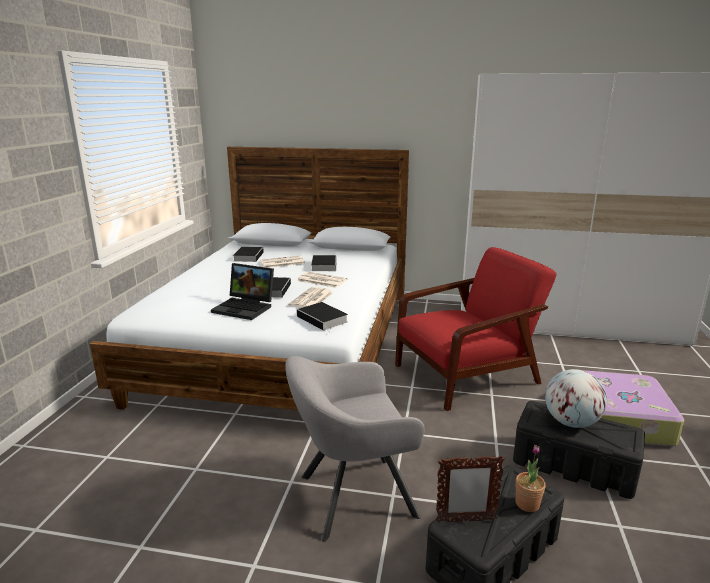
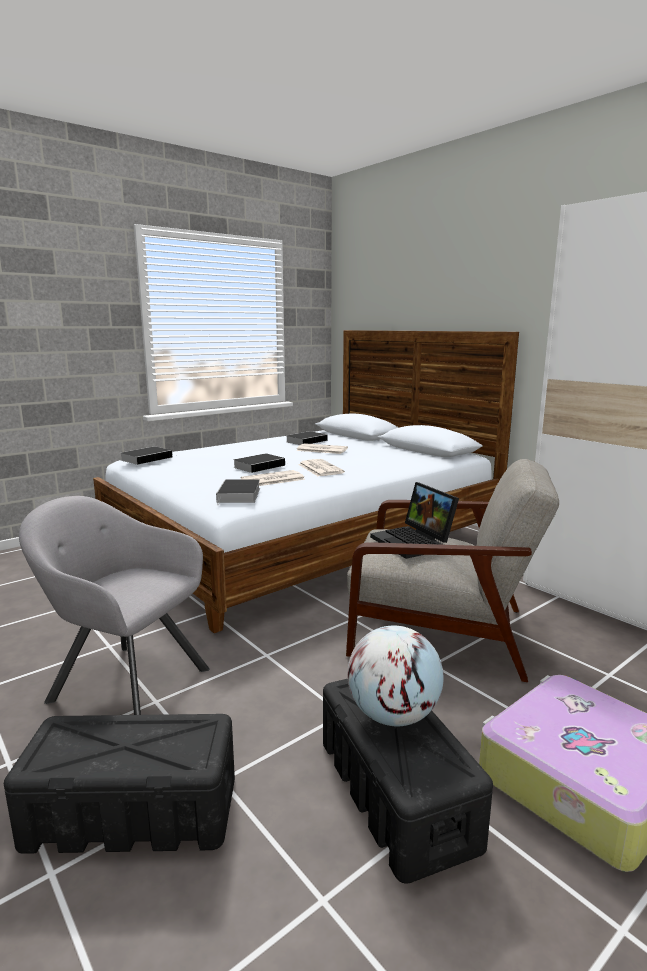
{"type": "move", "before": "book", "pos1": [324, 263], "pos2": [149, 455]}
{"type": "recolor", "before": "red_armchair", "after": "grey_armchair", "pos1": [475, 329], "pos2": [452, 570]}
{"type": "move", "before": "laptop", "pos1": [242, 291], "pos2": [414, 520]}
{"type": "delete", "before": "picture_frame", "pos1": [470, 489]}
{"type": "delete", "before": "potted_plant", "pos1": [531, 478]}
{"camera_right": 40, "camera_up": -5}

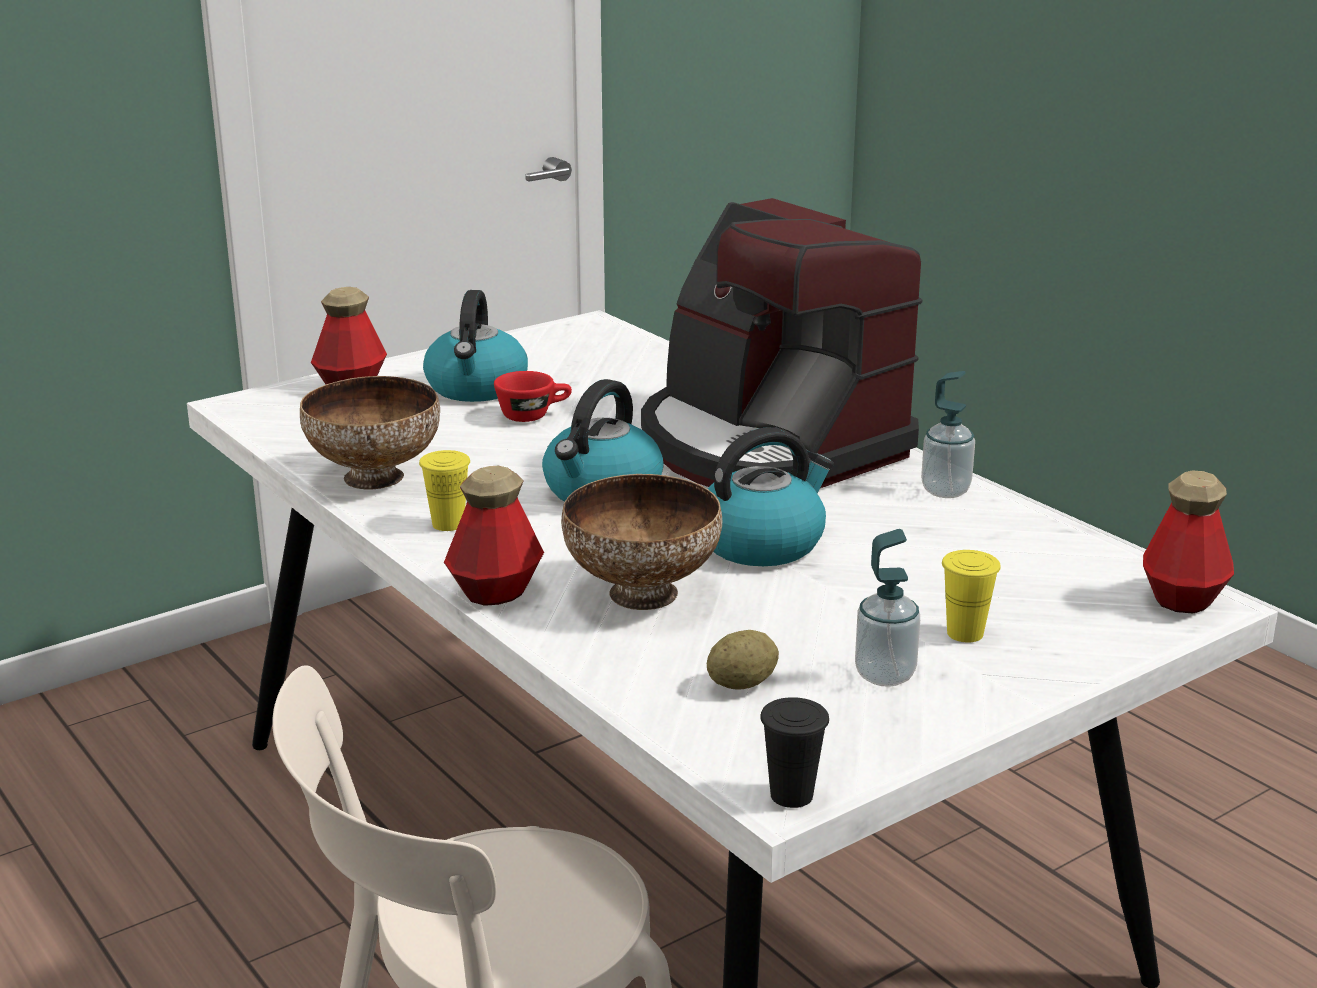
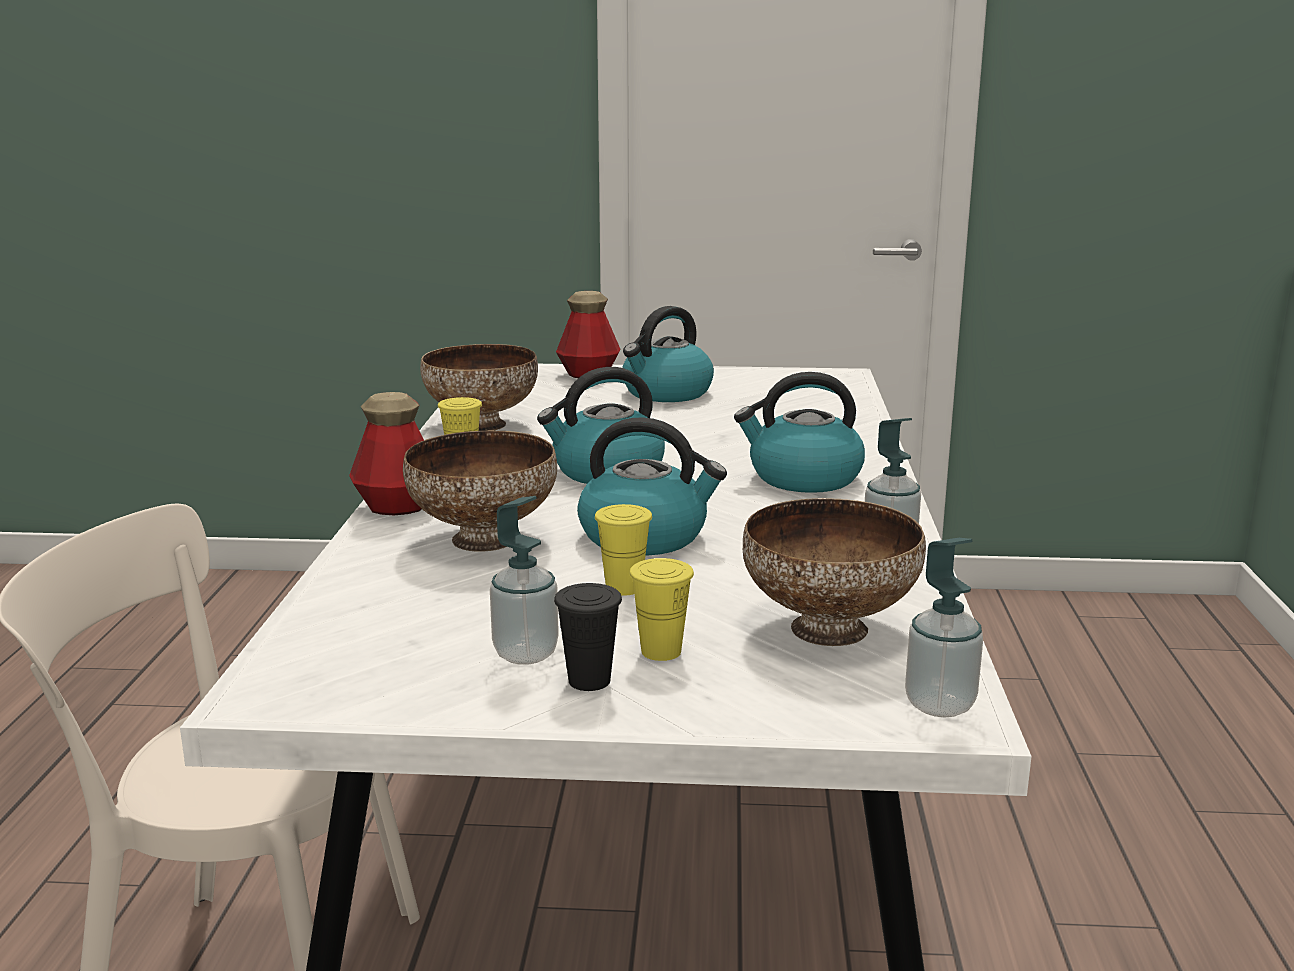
{"type": "move", "before": "black_cup", "pos1": [794, 752], "pos2": [588, 637]}
{"type": "insert", "after": "yellow_cup", "pos2": [623, 550]}
{"type": "replace", "before": "coffee_machine", "after": "kettle", "pos1": [781, 343], "pos2": [799, 432]}
{"type": "insert", "after": "bowl", "pos2": [834, 572]}
{"type": "replace", "before": "bottle", "after": "soap_dispenser", "pos1": [1188, 541], "pos2": [944, 628]}
{"type": "delete", "before": "red_cup", "pos1": [533, 396]}
{"type": "delete", "before": "potato", "pos1": [743, 660]}
{"camera_right": 40, "camera_up": -5}

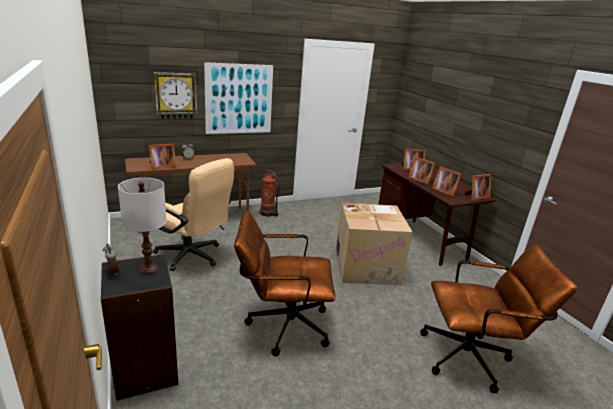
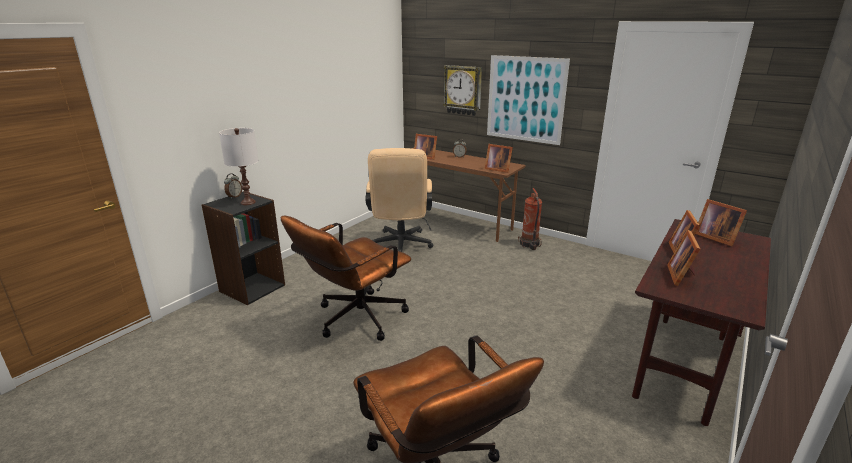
{"type": "rotate", "before": "brown_office_chair", "pos1": [284, 283], "pos2": [346, 278], "turn": -105}
{"type": "move", "before": "picture_frame", "pos1": [477, 187], "pos2": [499, 158]}
{"type": "delete", "before": "cardboard_box", "pos1": [374, 244]}
{"camera_right": 60, "camera_up": 0}

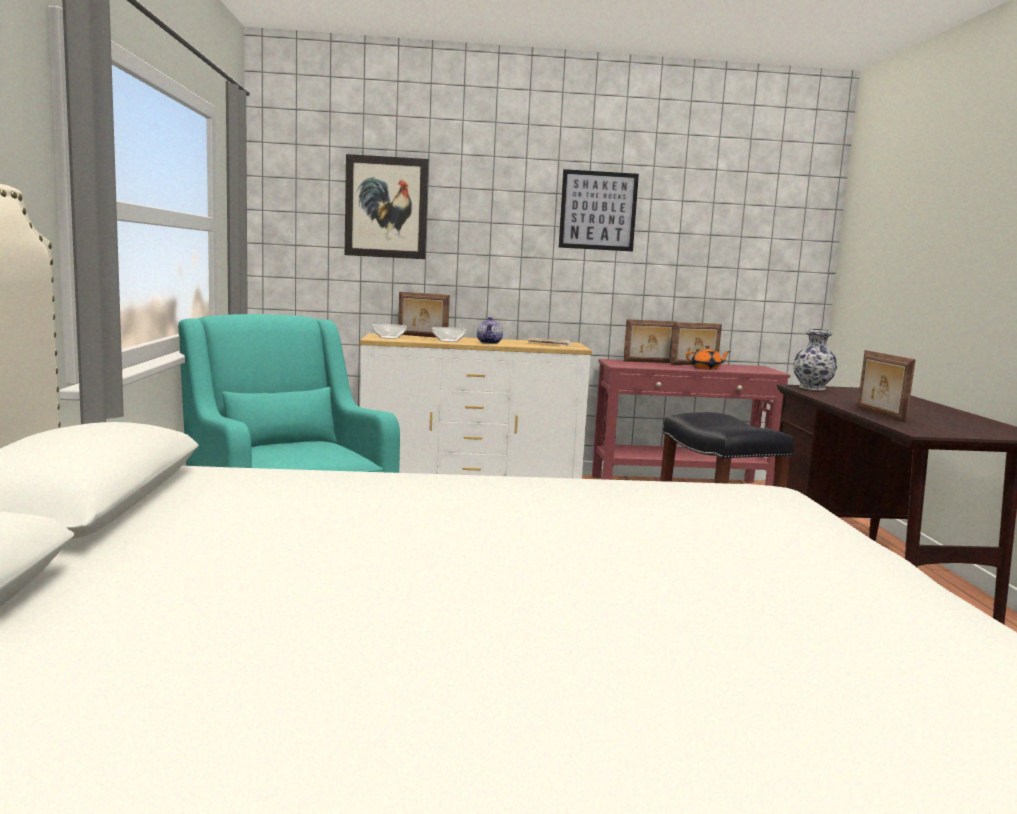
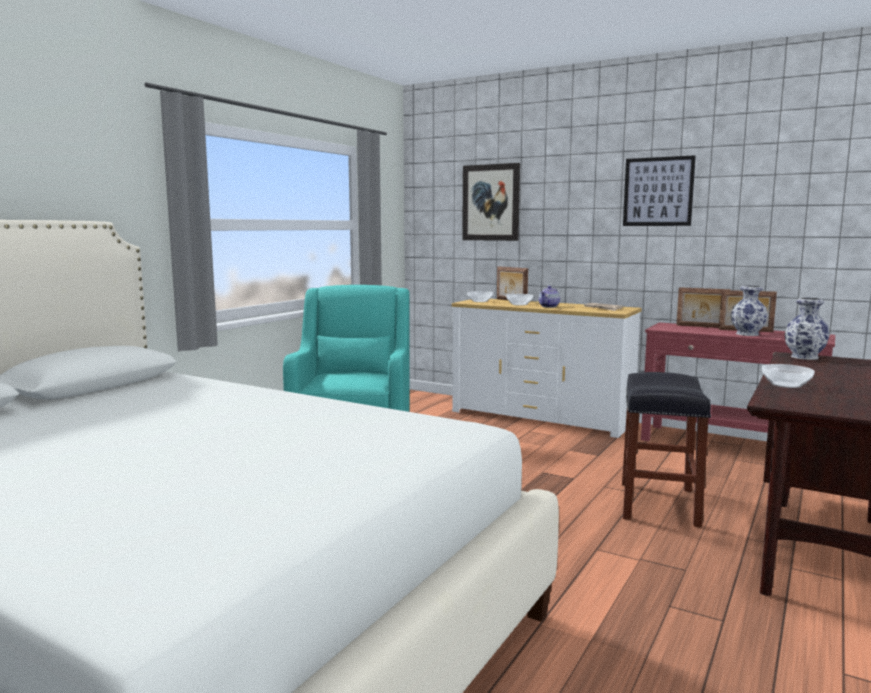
{"type": "replace", "before": "orange_teapot", "after": "vase", "pos1": [708, 357], "pos2": [749, 310]}
{"type": "replace", "before": "picture_frame", "after": "bowl", "pos1": [886, 386], "pos2": [788, 376]}
{"camera_right": 35, "camera_up": 0}

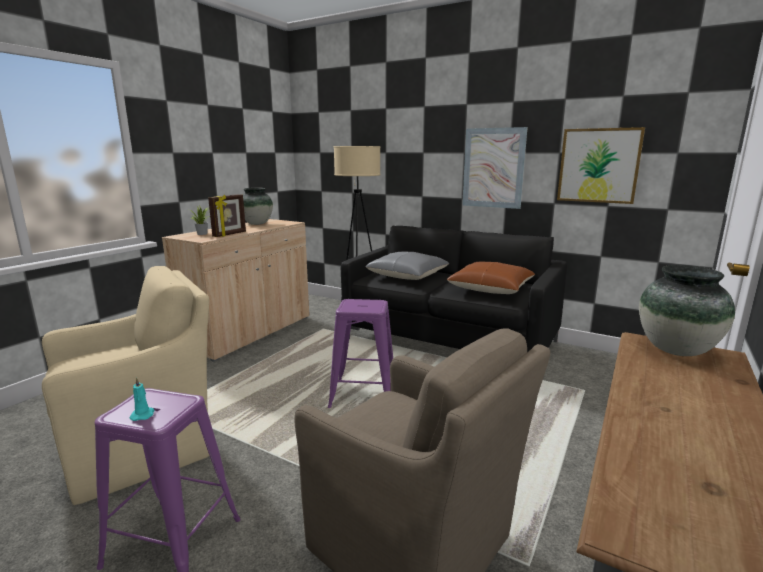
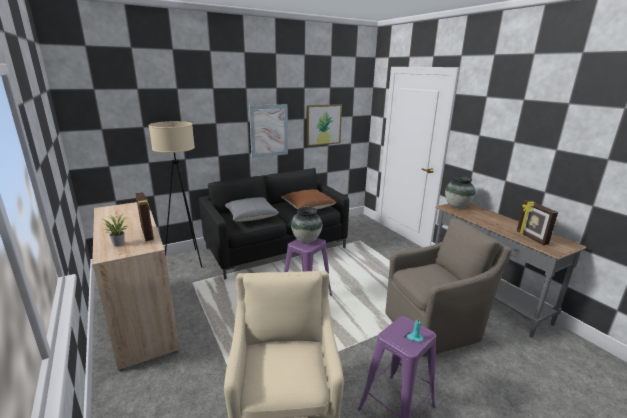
{"type": "move", "before": "vase", "pos1": [258, 206], "pos2": [306, 225]}
{"type": "insert", "after": "picture_frame", "pos2": [537, 222]}
{"camera_right": -60, "camera_up": 5}

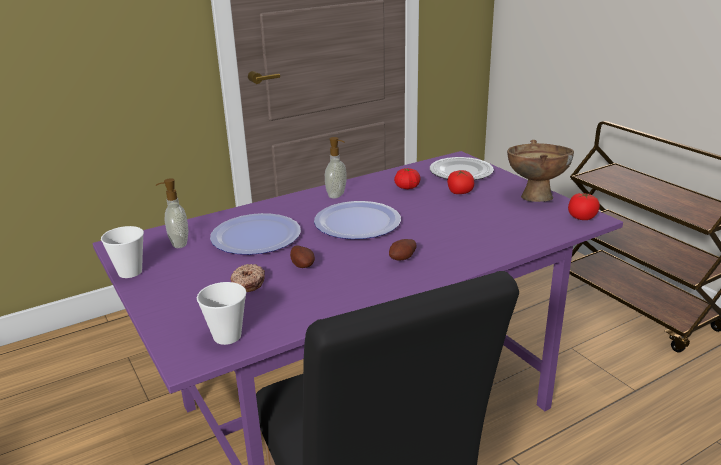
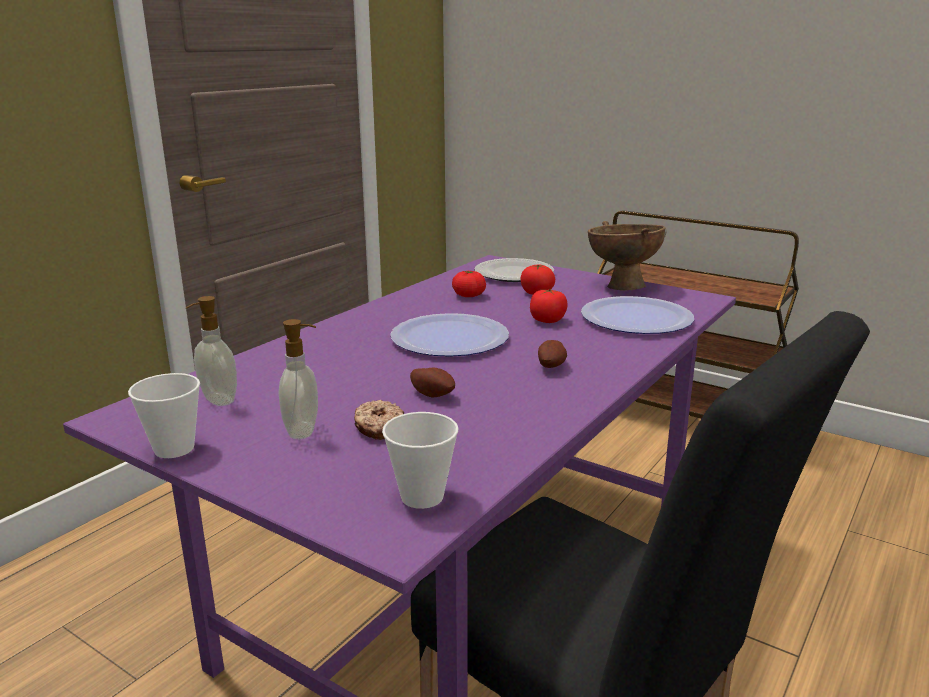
{"type": "move", "before": "soap_dispenser", "pos1": [336, 168], "pos2": [298, 379]}
{"type": "move", "before": "tomato", "pos1": [584, 206], "pos2": [549, 306]}
{"type": "move", "before": "plate", "pos1": [255, 234], "pos2": [637, 315]}
{"camera_right": -25, "camera_up": -5}

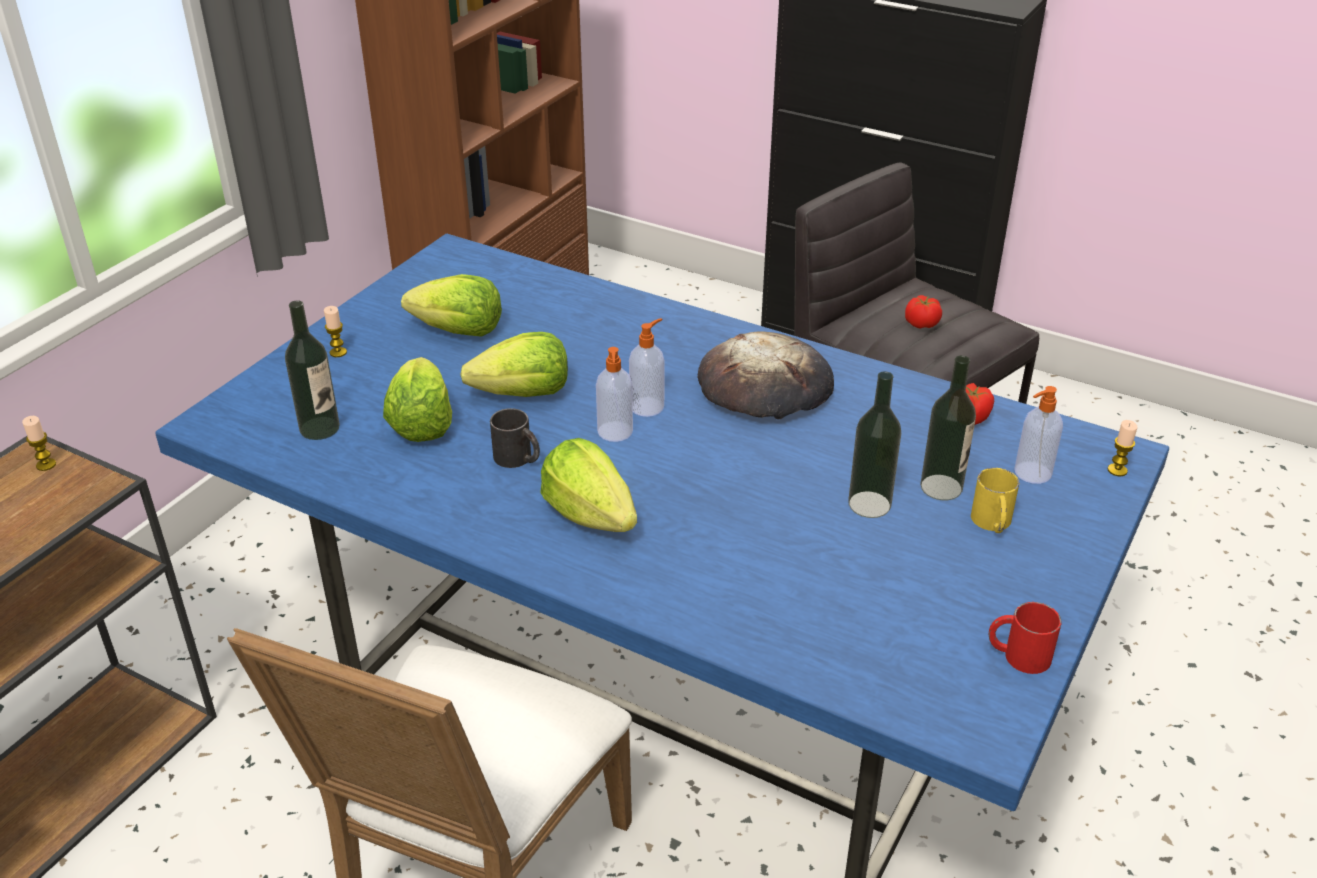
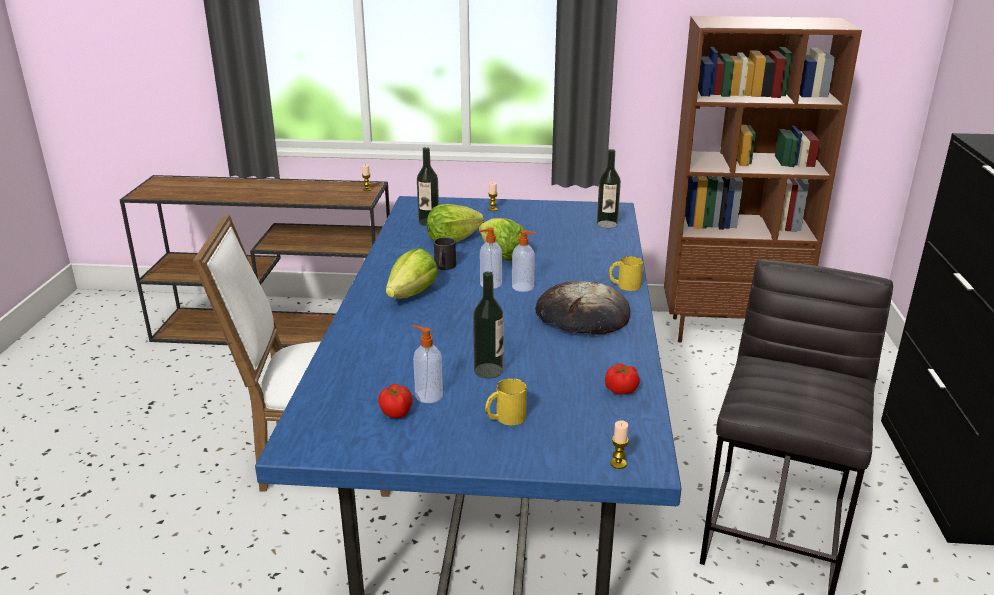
{"type": "move", "before": "tomato", "pos1": [923, 312], "pos2": [395, 401]}
{"type": "move", "before": "soap_dispenser", "pos1": [1038, 435], "pos2": [428, 364]}
{"type": "move", "before": "bottle", "pos1": [948, 427], "pos2": [609, 188]}
{"type": "insert", "after": "yellow_mug", "pos2": [626, 273]}
{"type": "delete", "before": "lettuce", "pos1": [451, 305]}
{"type": "delete", "before": "red_mug", "pos1": [1025, 638]}
{"camera_right": 65, "camera_up": -10}

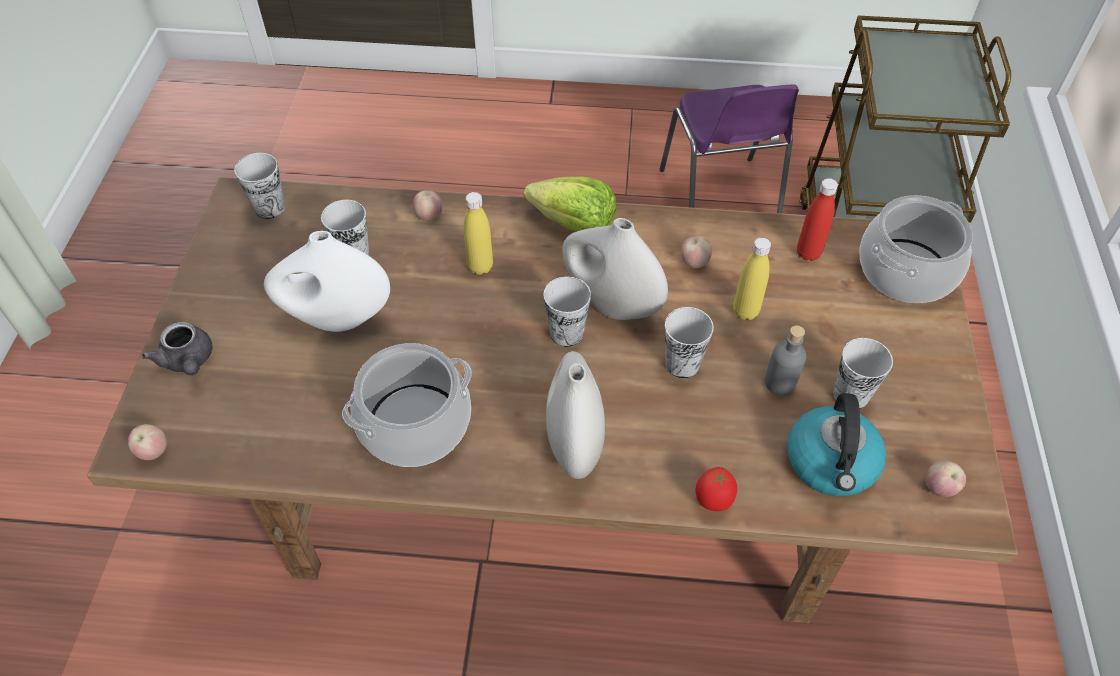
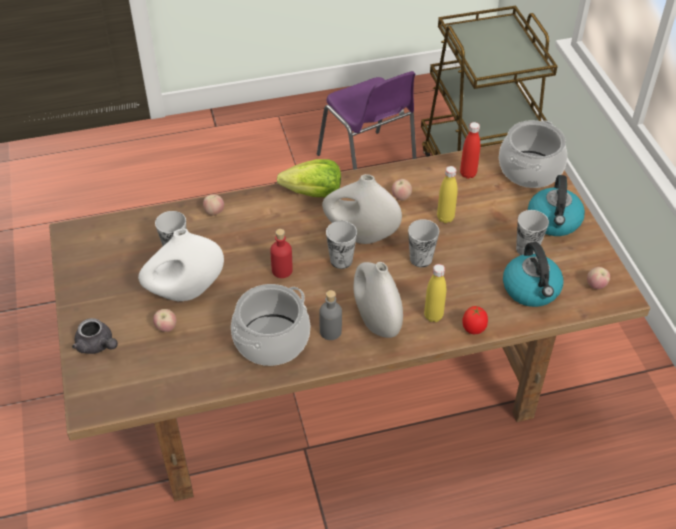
{"type": "move", "before": "apple", "pos1": [147, 442], "pos2": [165, 320]}
{"type": "insert", "after": "red_bottle", "pos2": [281, 253]}
{"type": "move", "before": "grey_bottle", "pos1": [785, 360], "pos2": [330, 315]}
{"type": "move", "before": "yellow_bottle", "pos1": [478, 233], "pos2": [435, 293]}
{"type": "insert", "after": "kettle", "pos2": [556, 205]}
{"type": "delete", "before": "cup", "pos1": [259, 186]}
{"camera_right": -20, "camera_up": -5}

